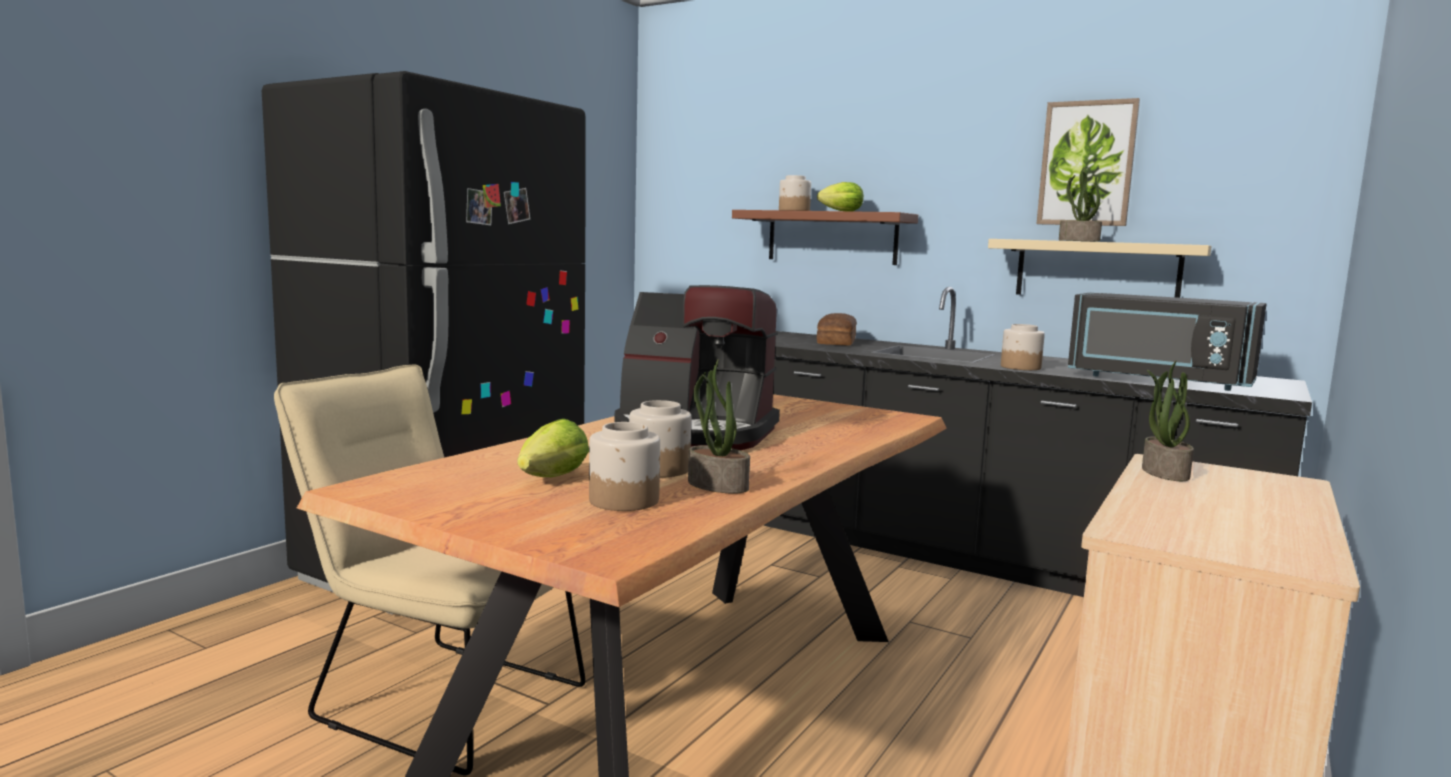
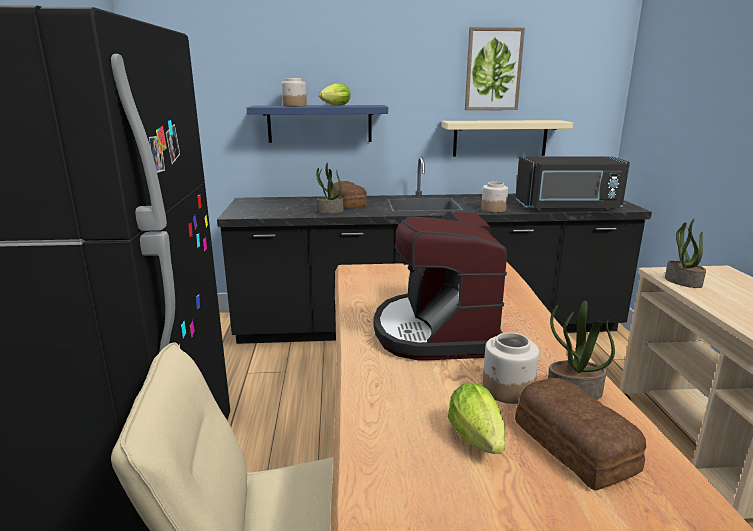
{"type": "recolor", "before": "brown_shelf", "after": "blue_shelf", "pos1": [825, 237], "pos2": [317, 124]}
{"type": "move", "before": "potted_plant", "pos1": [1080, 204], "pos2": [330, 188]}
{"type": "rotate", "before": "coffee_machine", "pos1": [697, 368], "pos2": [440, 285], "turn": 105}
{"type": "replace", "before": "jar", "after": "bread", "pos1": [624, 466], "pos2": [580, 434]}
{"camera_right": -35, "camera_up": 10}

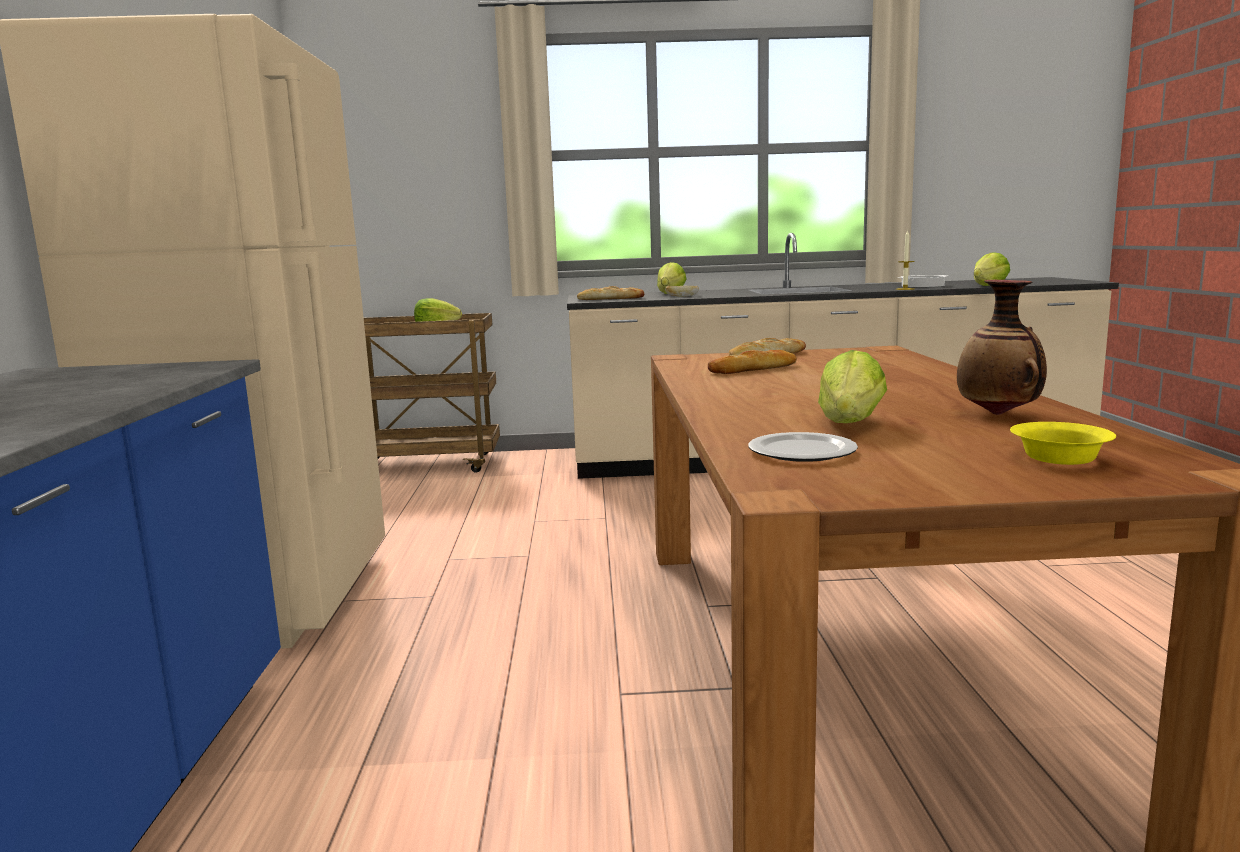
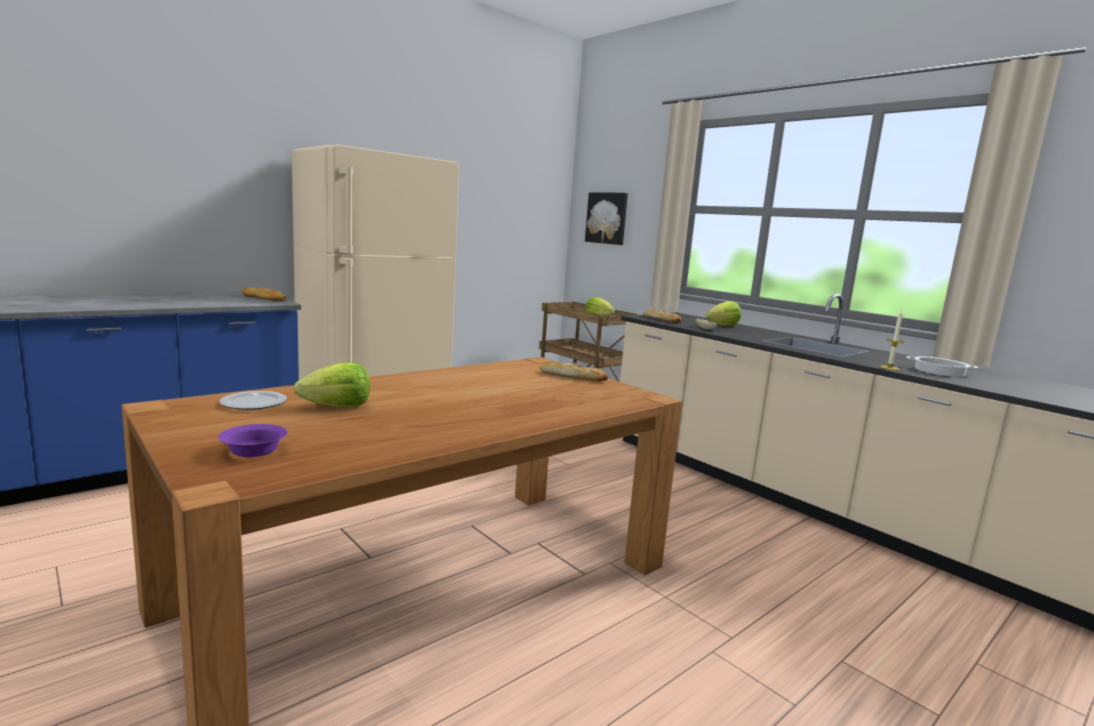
{"type": "recolor", "before": "yellow_bowl", "after": "purple_bowl", "pos1": [1063, 443], "pos2": [252, 440]}
{"type": "move", "before": "bread", "pos1": [752, 362], "pos2": [264, 294]}
{"type": "insert", "after": "picture", "pos2": [606, 218]}
{"type": "delete", "before": "vase", "pos1": [1002, 347]}
{"type": "delete", "before": "lettuce", "pos1": [992, 269]}
{"camera_right": 50, "camera_up": 0}

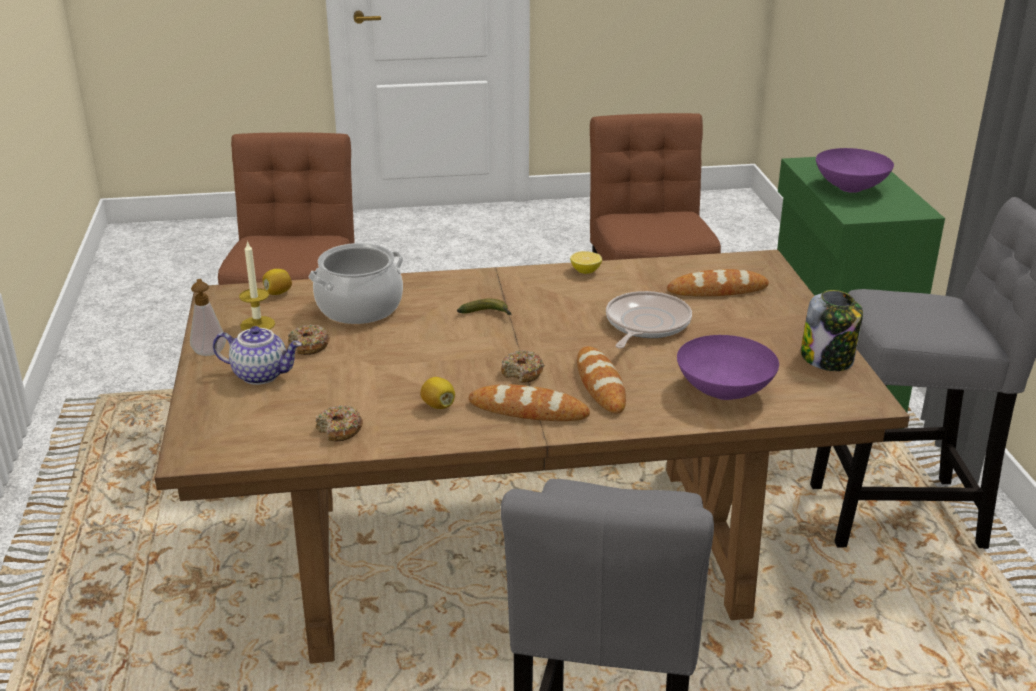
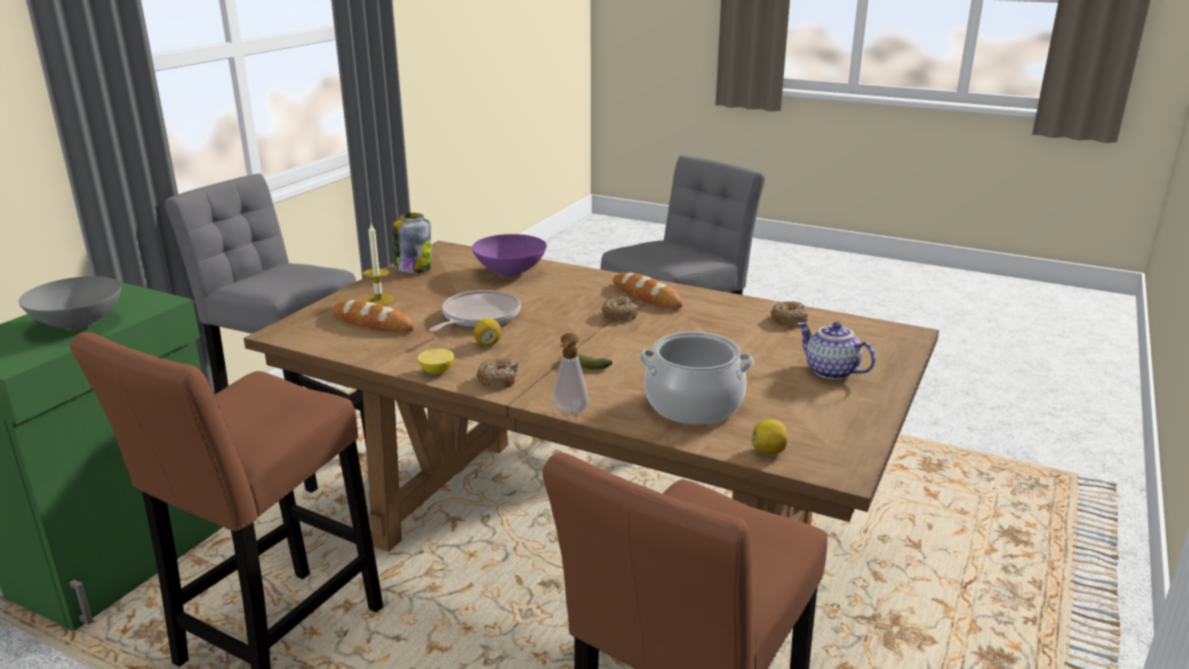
{"type": "recolor", "before": "purple_bowl", "after": "grey_bowl", "pos1": [855, 170], "pos2": [70, 303]}
{"type": "move", "before": "candle", "pos1": [257, 286], "pos2": [378, 264]}
{"type": "rotate", "before": "frying_pan", "pos1": [649, 319], "pos2": [475, 311], "turn": 150}
{"type": "move", "before": "lemon", "pos1": [437, 393], "pos2": [487, 332]}
{"type": "move", "before": "donut", "pos1": [309, 339], "pos2": [497, 373]}
{"type": "move", "before": "soap_dispenser", "pos1": [208, 317], "pos2": [570, 373]}
{"type": "delete", "before": "bread", "pos1": [601, 379]}
{"camera_right": -145, "camera_up": -5}

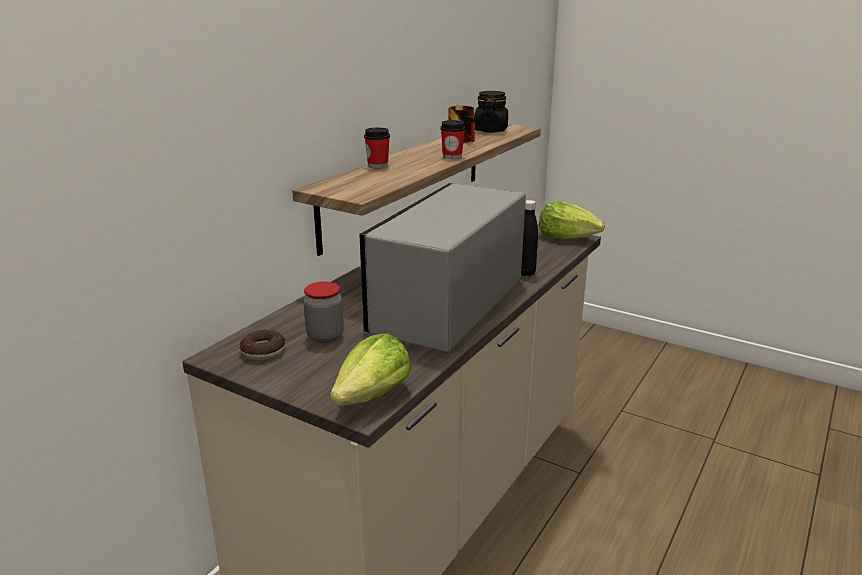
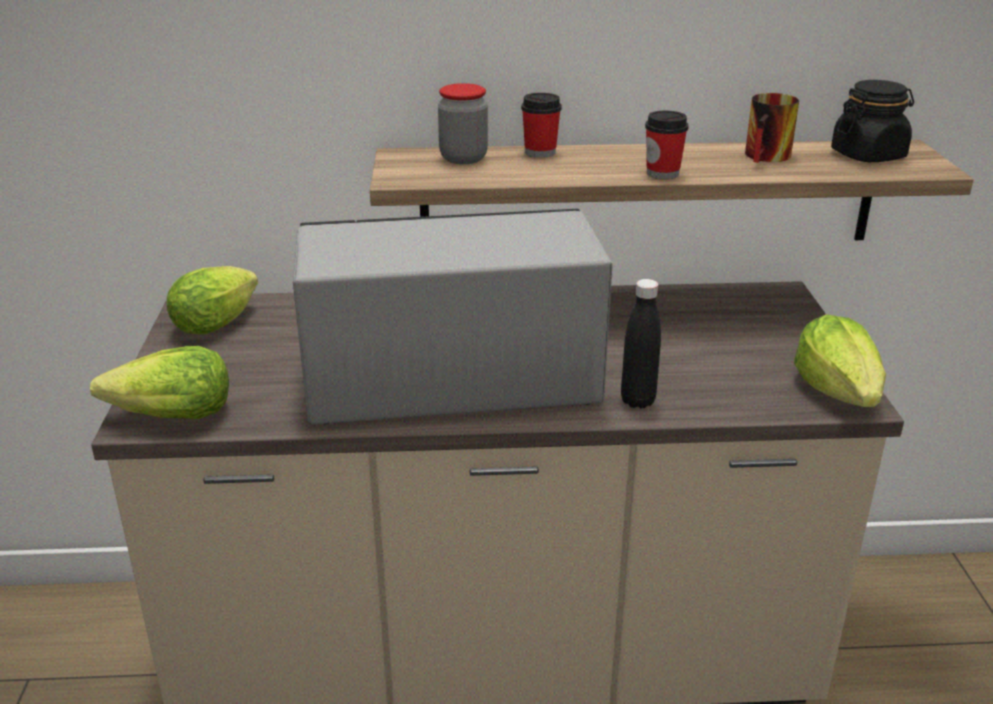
{"type": "replace", "before": "donut", "after": "lettuce", "pos1": [263, 345], "pos2": [212, 300]}
{"type": "move", "before": "jar", "pos1": [324, 312], "pos2": [463, 123]}
{"camera_right": 55, "camera_up": 5}

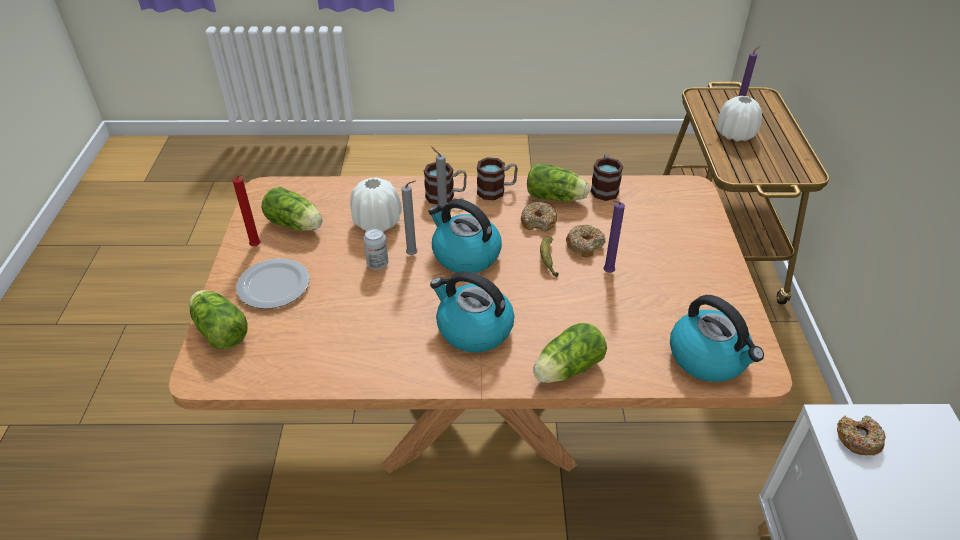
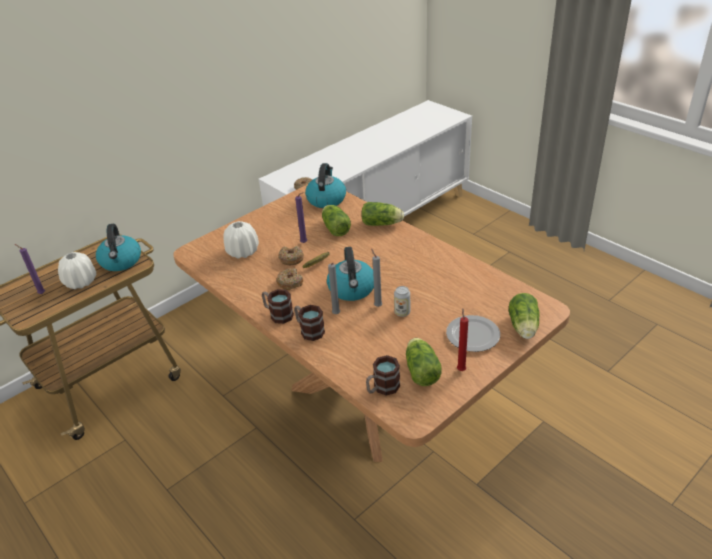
{"type": "move", "before": "kettle", "pos1": [472, 312], "pos2": [118, 247]}
{"type": "move", "before": "white_vase", "pos1": [376, 205], "pos2": [241, 240]}
{"type": "move", "before": "lettuce", "pos1": [558, 182], "pos2": [336, 220]}
{"type": "move", "before": "mug", "pos1": [606, 177], "pos2": [383, 375]}
{"camera_right": -130, "camera_up": -5}

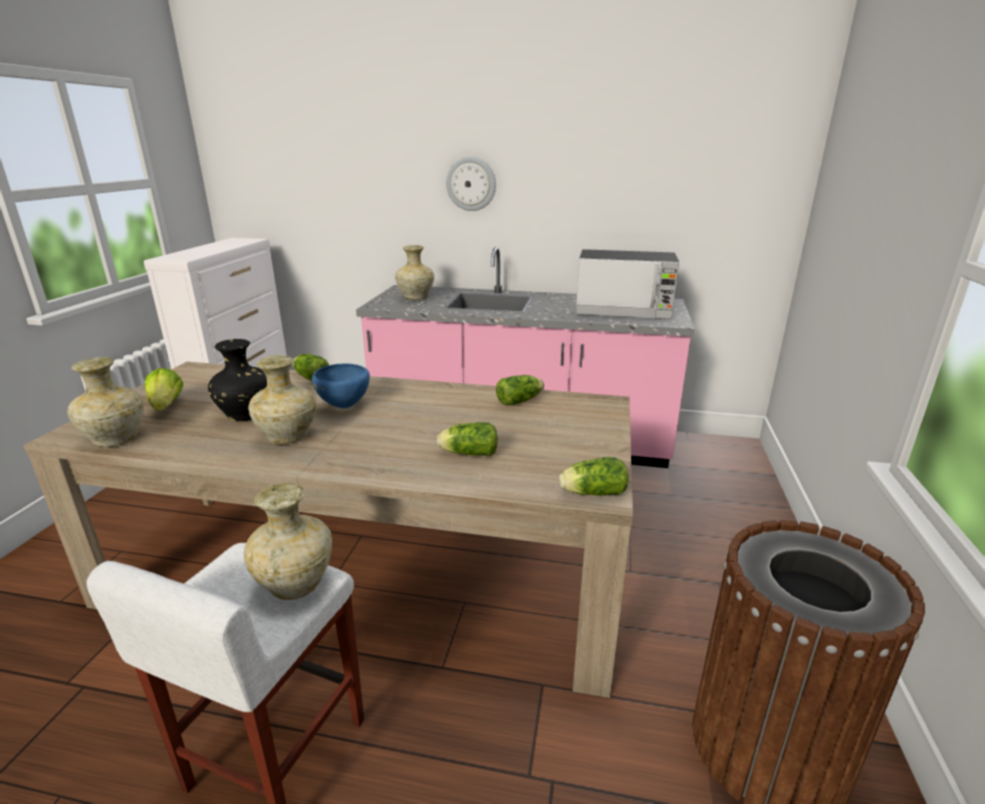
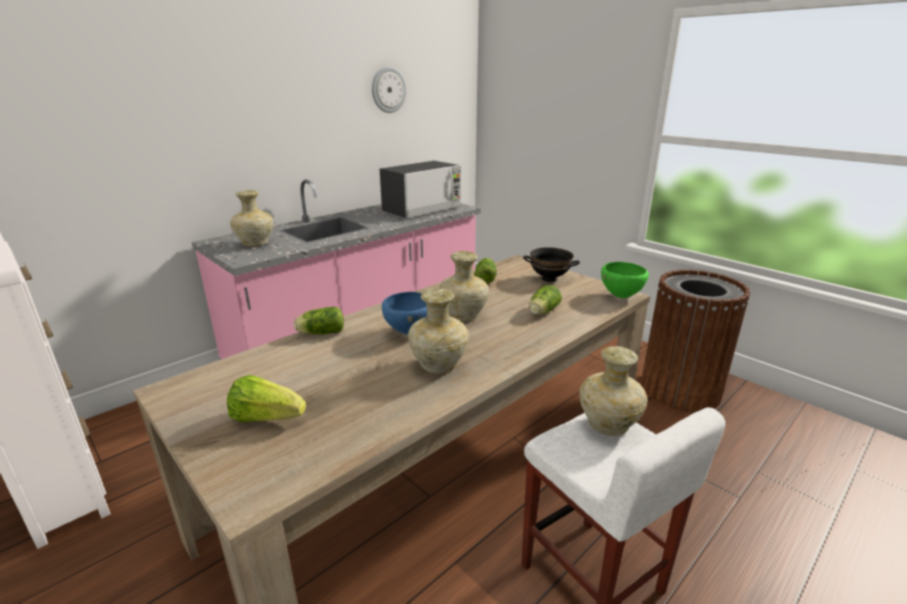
{"type": "move", "before": "wall_clock", "pos1": [471, 183], "pos2": [389, 89]}
{"type": "move", "before": "beige_vase", "pos1": [105, 402], "pos2": [464, 286]}
{"type": "insert", "after": "black_bowl", "pos2": [551, 264]}
{"type": "replace", "before": "lettuce", "after": "green_bowl", "pos1": [593, 476], "pos2": [625, 280]}
{"type": "delete", "before": "black_vase", "pos1": [237, 380]}
{"camera_right": -55, "camera_up": 0}

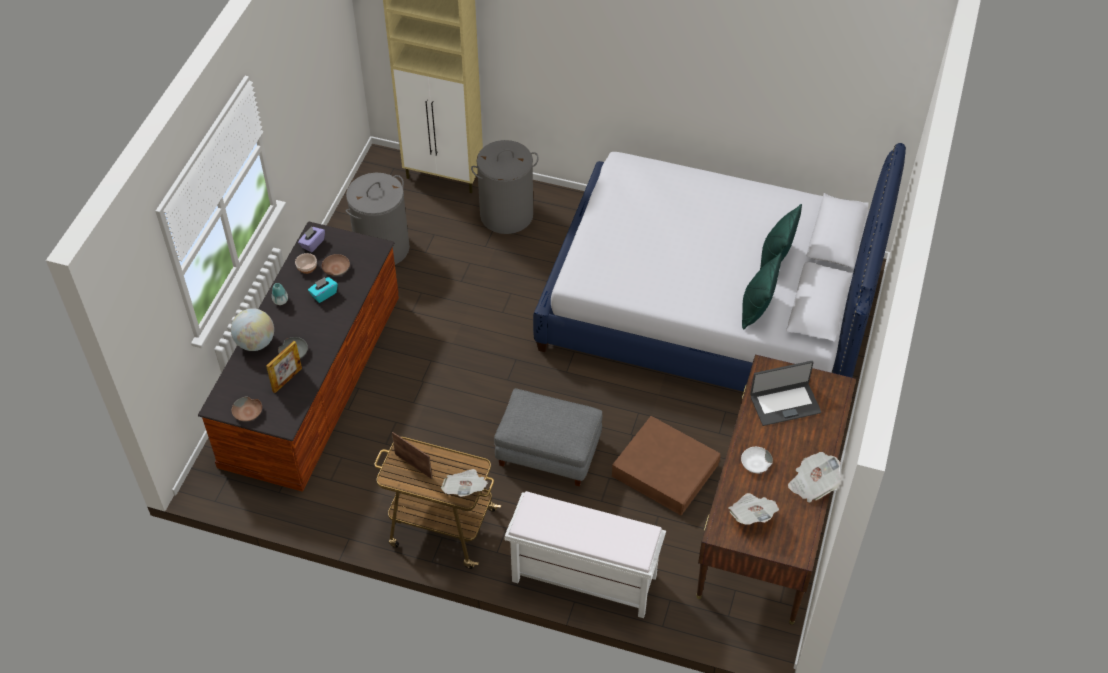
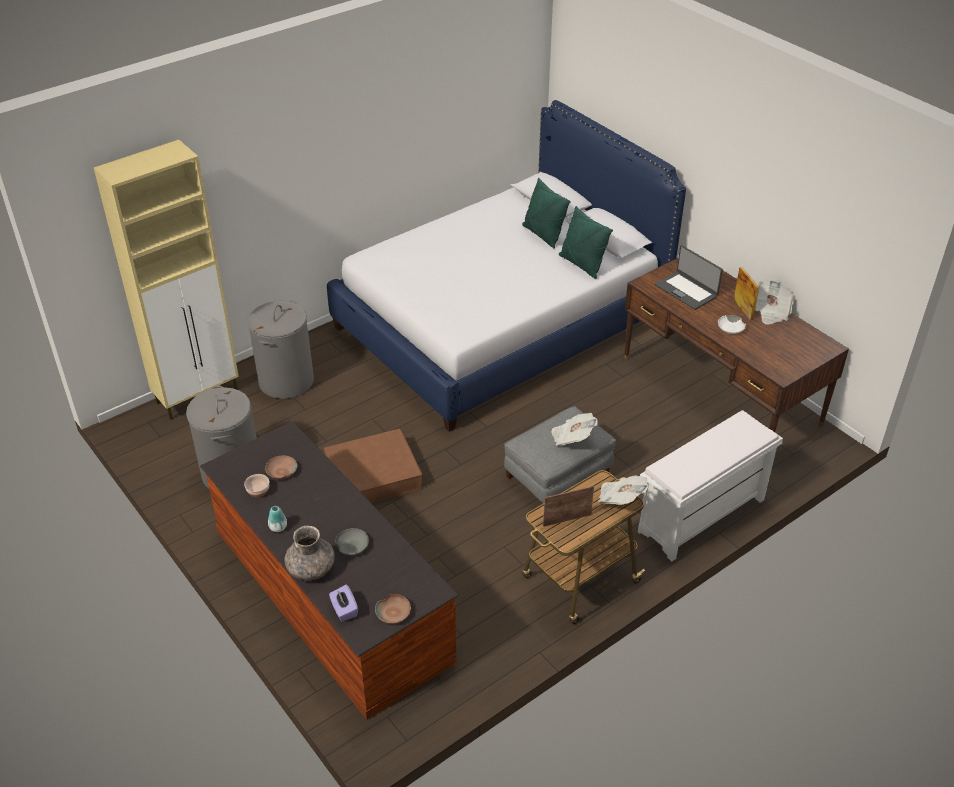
{"type": "replace", "before": "globe", "after": "grey_vase", "pos1": [252, 329], "pos2": [310, 553]}
{"type": "move", "before": "brown_storage_box", "pos1": [666, 465], "pos2": [373, 466]}
{"type": "move", "before": "purple_tissue_box", "pos1": [311, 239], "pos2": [343, 603]}
{"type": "move", "before": "newspaper", "pos1": [753, 509], "pos2": [574, 429]}
{"type": "rotate", "before": "laptop", "pos1": [785, 393], "pos2": [689, 277], "turn": 120}
{"type": "move", "before": "picture_frame", "pos1": [284, 367], "pos2": [746, 294]}
{"type": "delete", "before": "turquoise_tissue_box", "pos1": [323, 290]}
{"camera_right": -55, "camera_up": -10}

